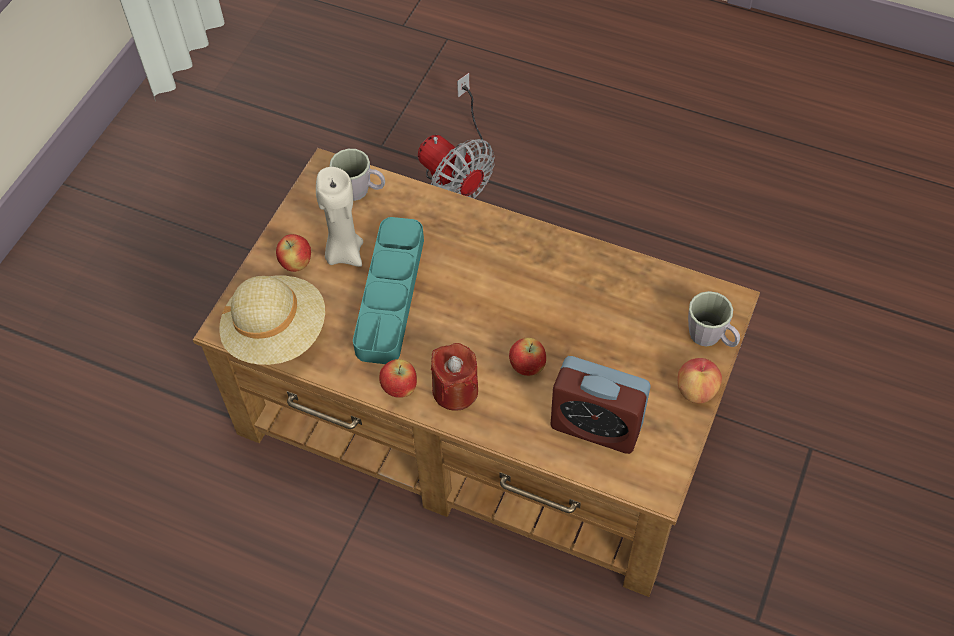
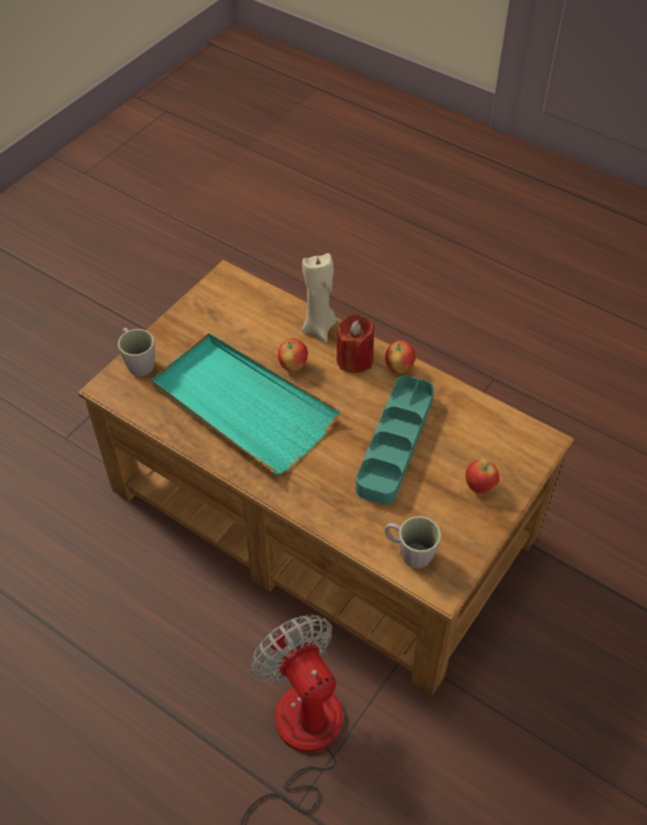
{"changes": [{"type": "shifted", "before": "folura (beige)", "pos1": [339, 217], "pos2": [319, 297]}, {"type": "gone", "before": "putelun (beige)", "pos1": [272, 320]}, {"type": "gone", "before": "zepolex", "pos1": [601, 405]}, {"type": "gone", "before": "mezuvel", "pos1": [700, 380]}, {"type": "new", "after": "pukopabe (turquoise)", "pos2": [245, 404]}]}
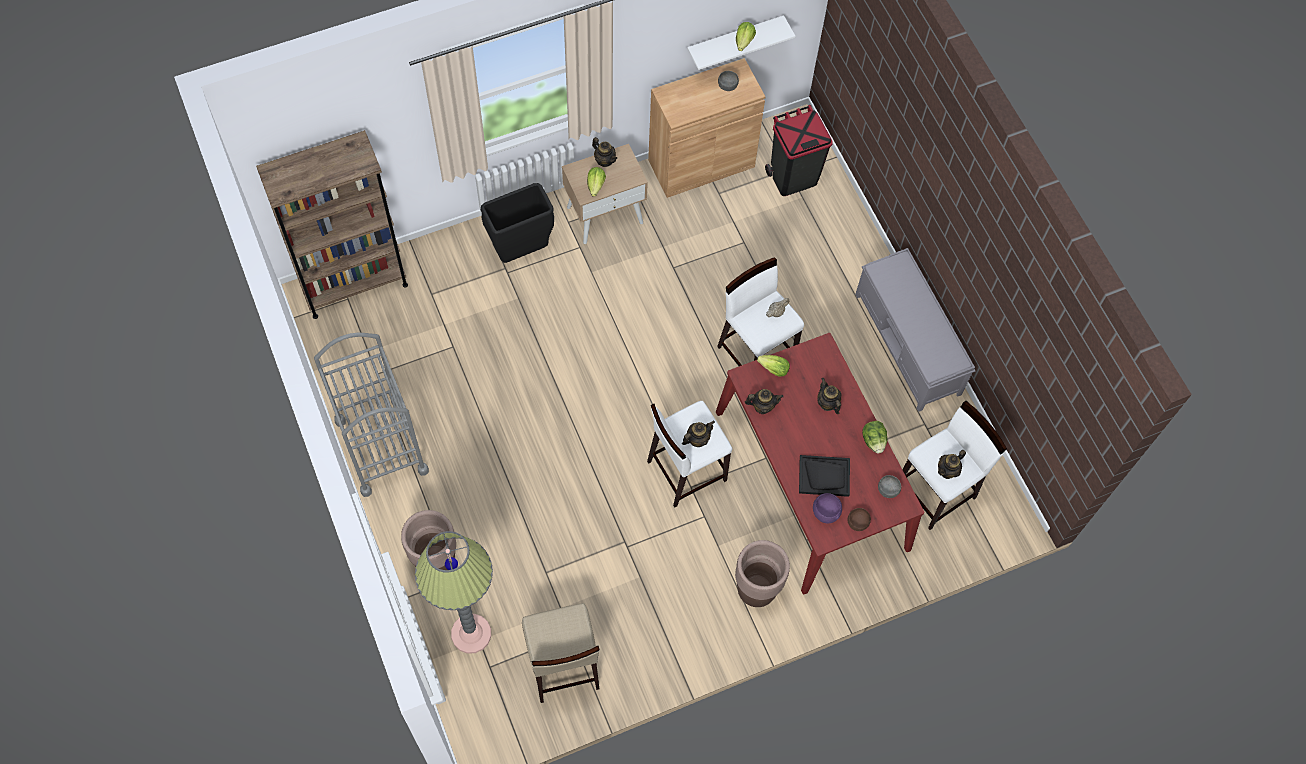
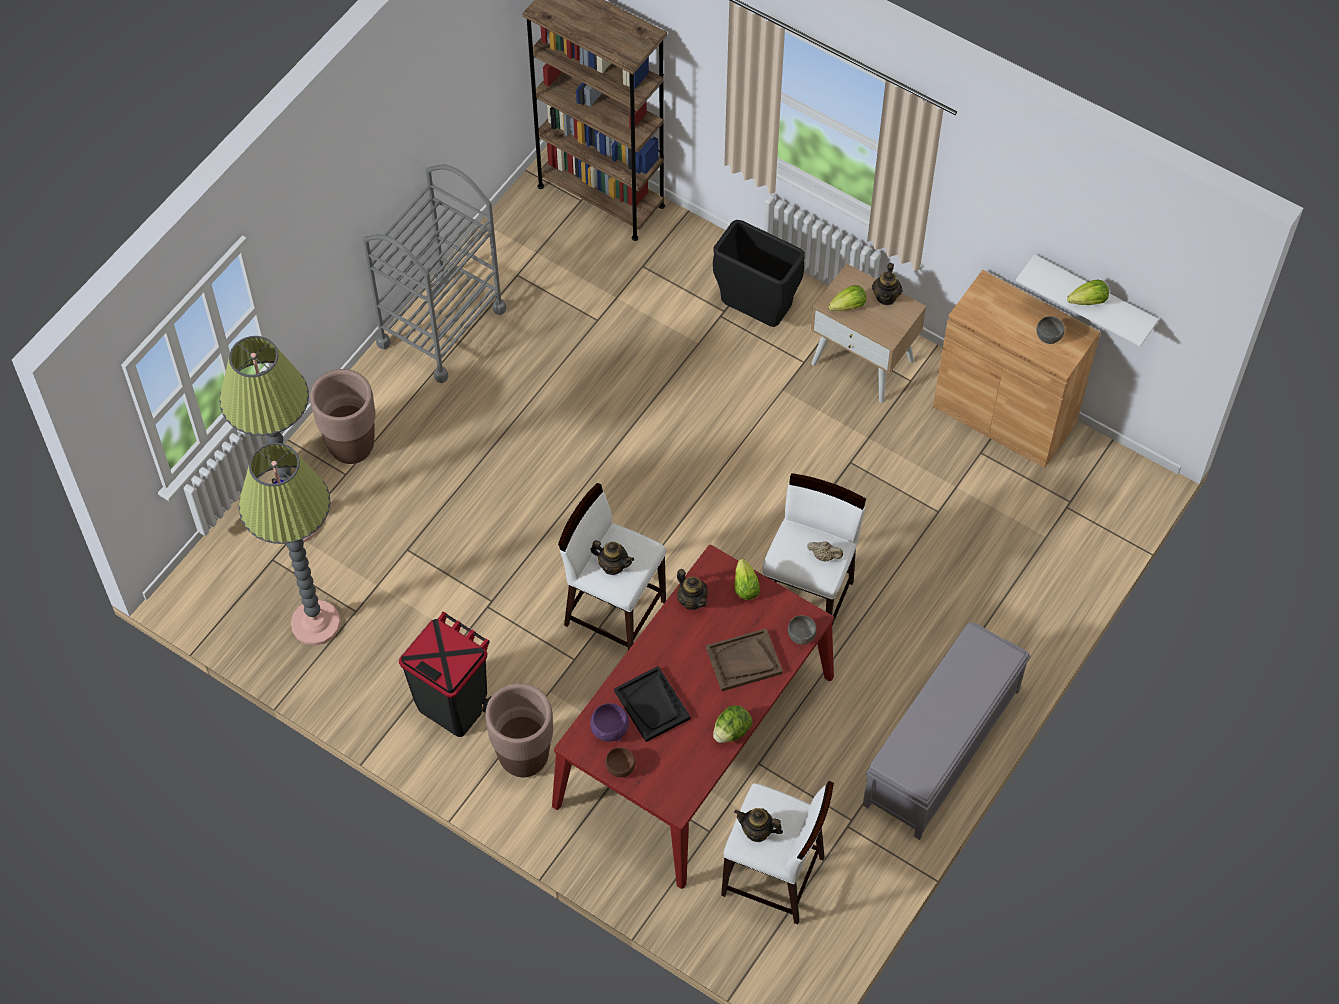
{"changes": [{"type": "shifted", "before": "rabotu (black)", "pos1": [799, 150], "pos2": [445, 674]}, {"type": "swapped", "before": "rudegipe", "after": "pukopabe (brown)", "pos1": [829, 396], "pos2": [744, 659]}, {"type": "shifted", "before": "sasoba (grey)", "pos1": [889, 486], "pos2": [802, 630]}, {"type": "swapped", "before": "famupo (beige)", "after": "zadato", "pos1": [561, 653], "pos2": [290, 544]}]}
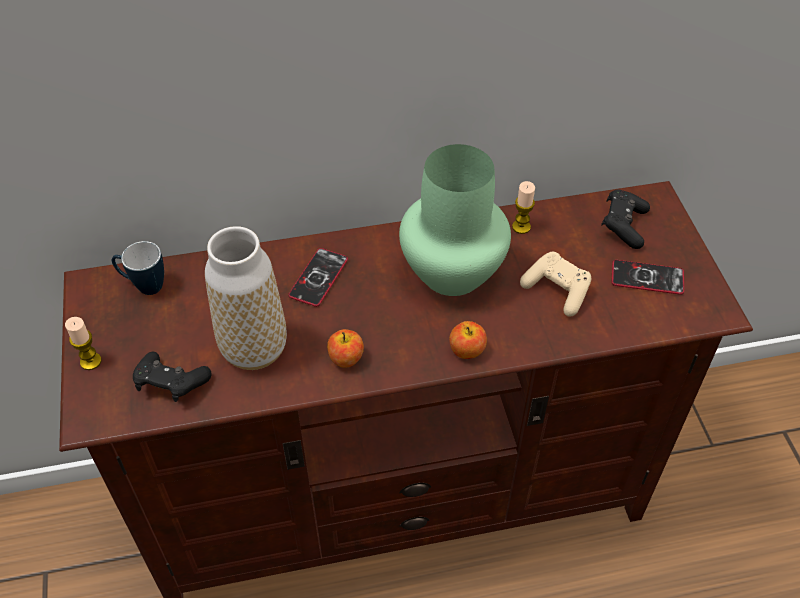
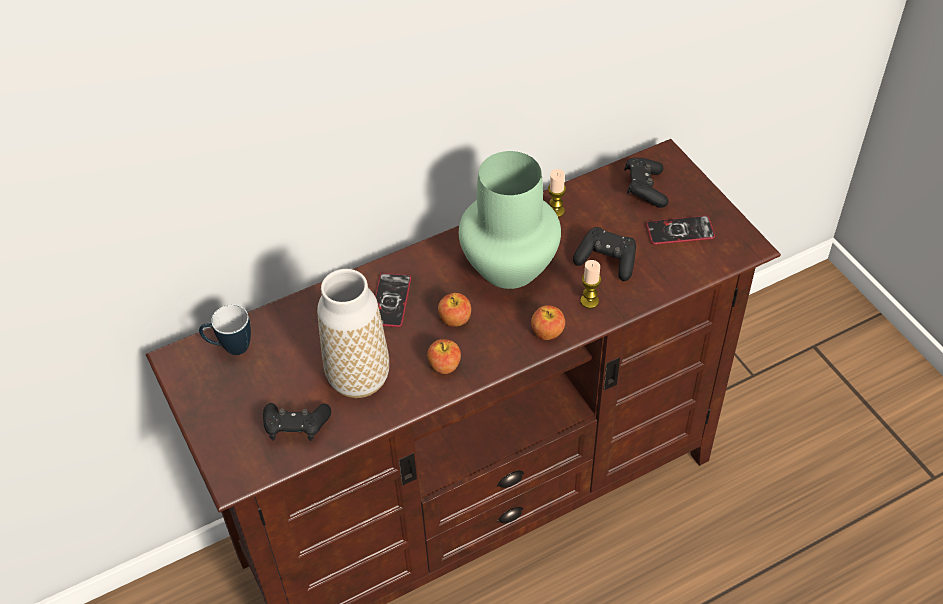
{"changes": [{"type": "repainted", "before": "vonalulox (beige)", "after": "vonalulox (black)", "pos1": [555, 284], "pos2": [604, 254]}, {"type": "shifted", "before": "folura", "pos1": [83, 343], "pos2": [590, 284]}, {"type": "new", "after": "mezuvel", "pos2": [454, 310]}]}
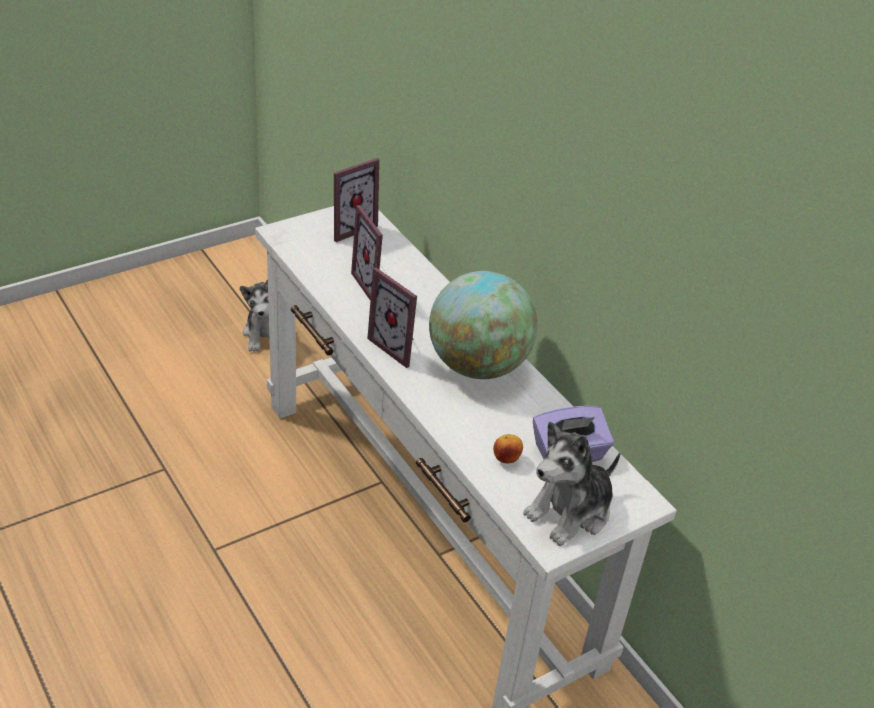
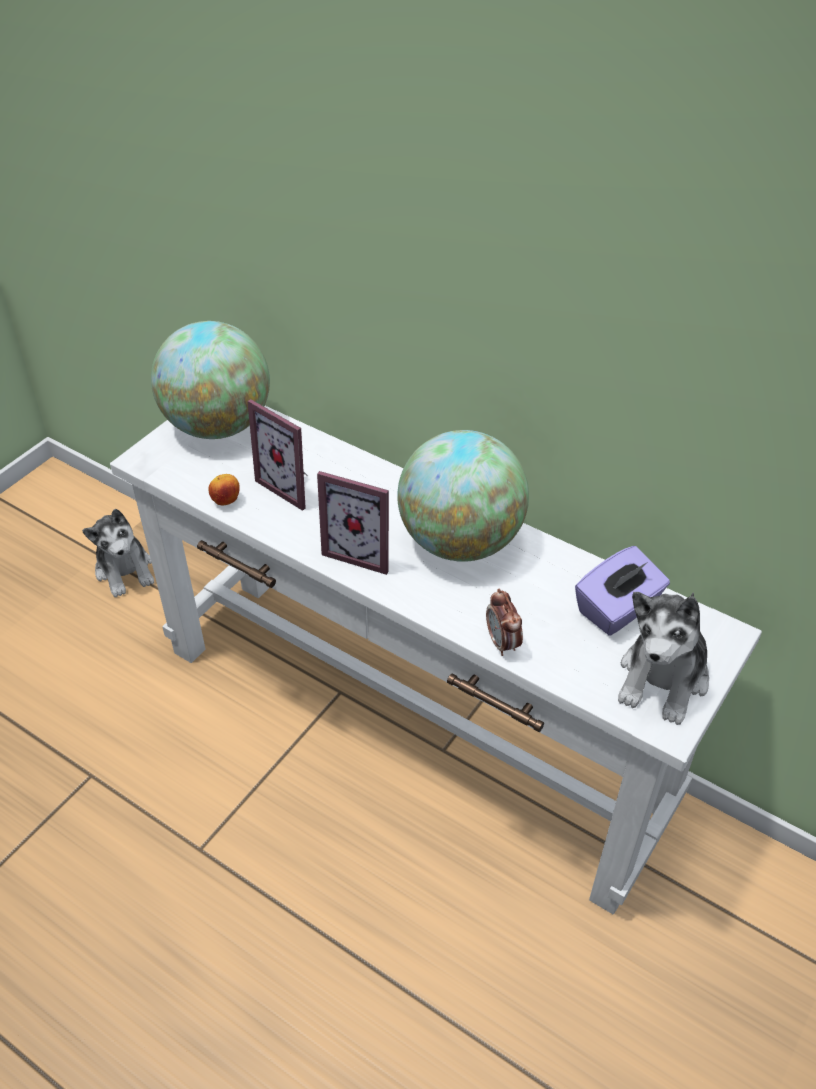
{"changes": [{"type": "swapped", "before": "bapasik", "after": "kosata", "pos1": [357, 200], "pos2": [210, 380]}, {"type": "shifted", "before": "mezuvel", "pos1": [508, 448], "pos2": [224, 489]}, {"type": "new", "after": "zepolex", "pos2": [504, 622]}]}
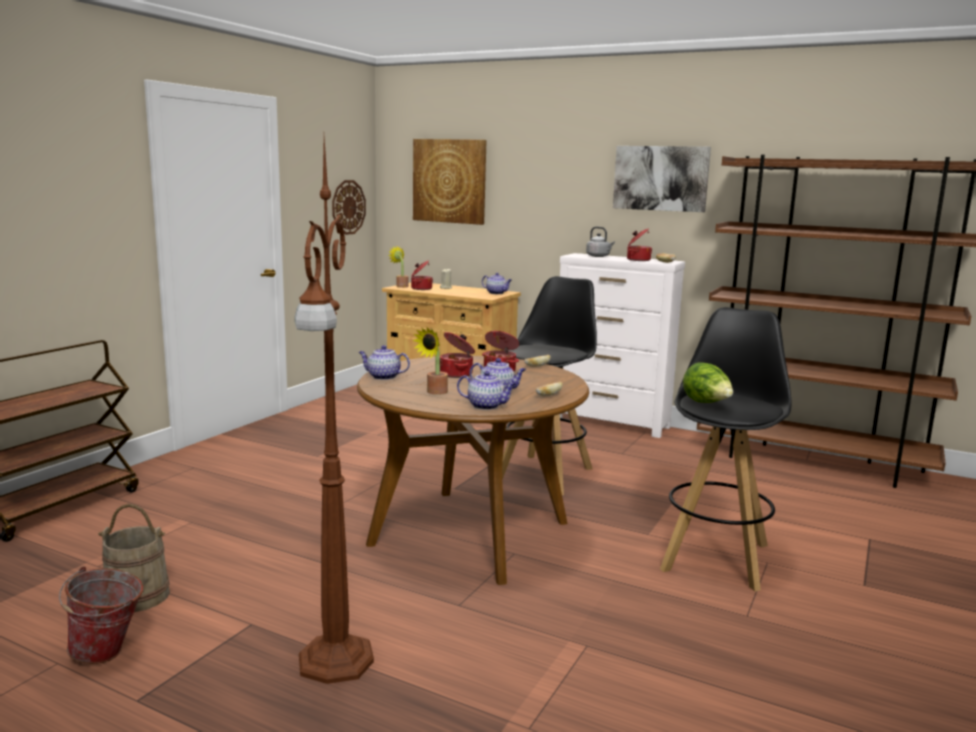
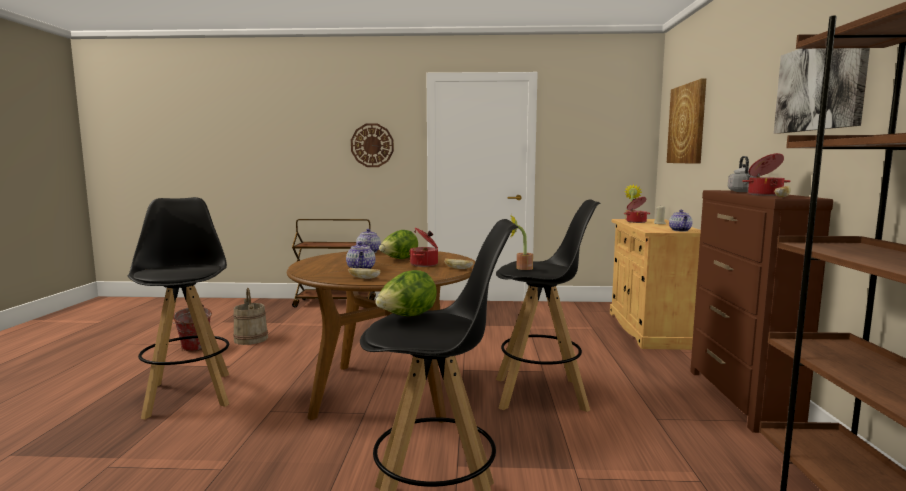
{"changes": [{"type": "swapped", "before": "zadato (brown)", "after": "famupo (black)", "pos1": [334, 411], "pos2": [178, 308]}, {"type": "shifted", "before": "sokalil", "pos1": [349, 207], "pos2": [372, 145]}, {"type": "repainted", "before": "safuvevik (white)", "after": "safuvevik (brown)", "pos1": [622, 345], "pos2": [761, 311]}, {"type": "shifted", "before": "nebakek", "pos1": [430, 361], "pos2": [521, 243]}, {"type": "swapped", "before": "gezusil", "after": "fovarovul", "pos1": [457, 355], "pos2": [398, 244]}, {"type": "gone", "before": "rudegipe", "pos1": [487, 390]}]}
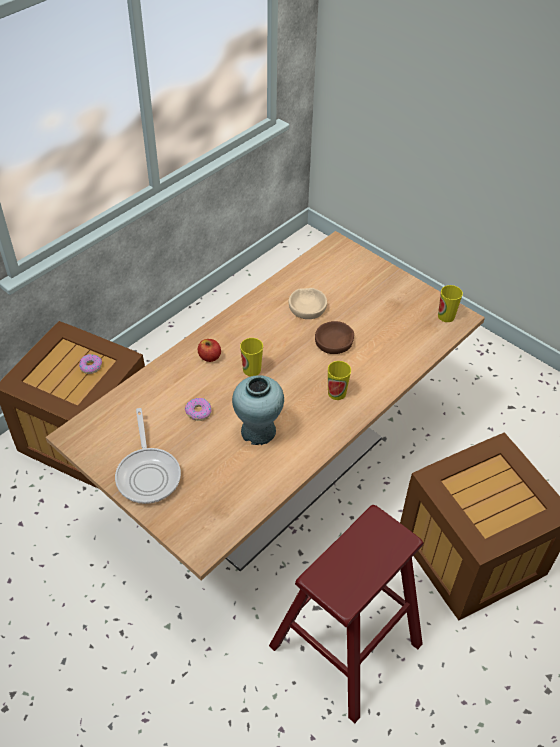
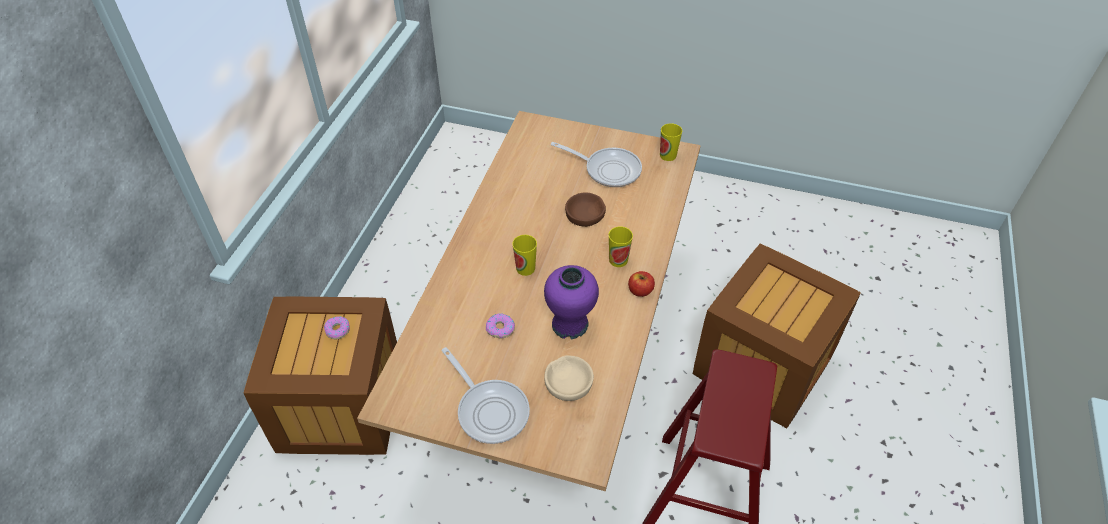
{"changes": [{"type": "shifted", "before": "sasoba (beige)", "pos1": [308, 303], "pos2": [569, 378]}, {"type": "shifted", "before": "mezuvel", "pos1": [209, 350], "pos2": [641, 284]}, {"type": "repainted", "before": "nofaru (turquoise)", "after": "nofaru (purple)", "pos1": [258, 410], "pos2": [571, 302]}, {"type": "new", "after": "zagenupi", "pos2": [596, 164]}]}
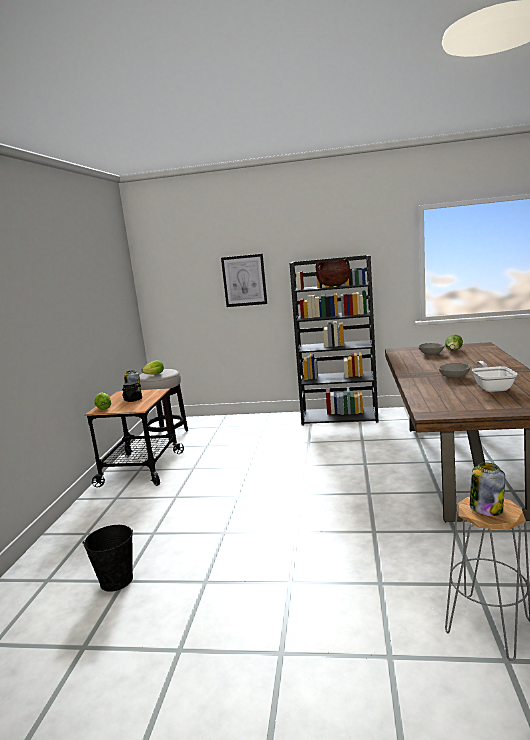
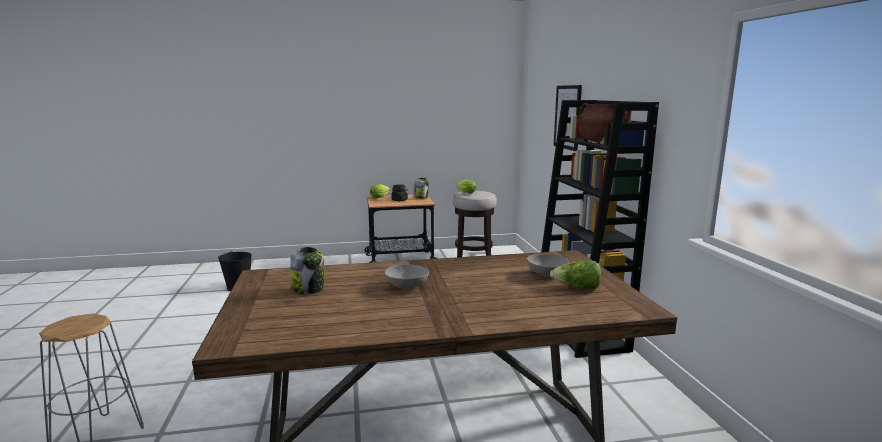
{"changes": [{"type": "gone", "before": "zagenupi", "pos1": [494, 376]}, {"type": "shifted", "before": "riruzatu", "pos1": [487, 489], "pos2": [307, 270]}]}
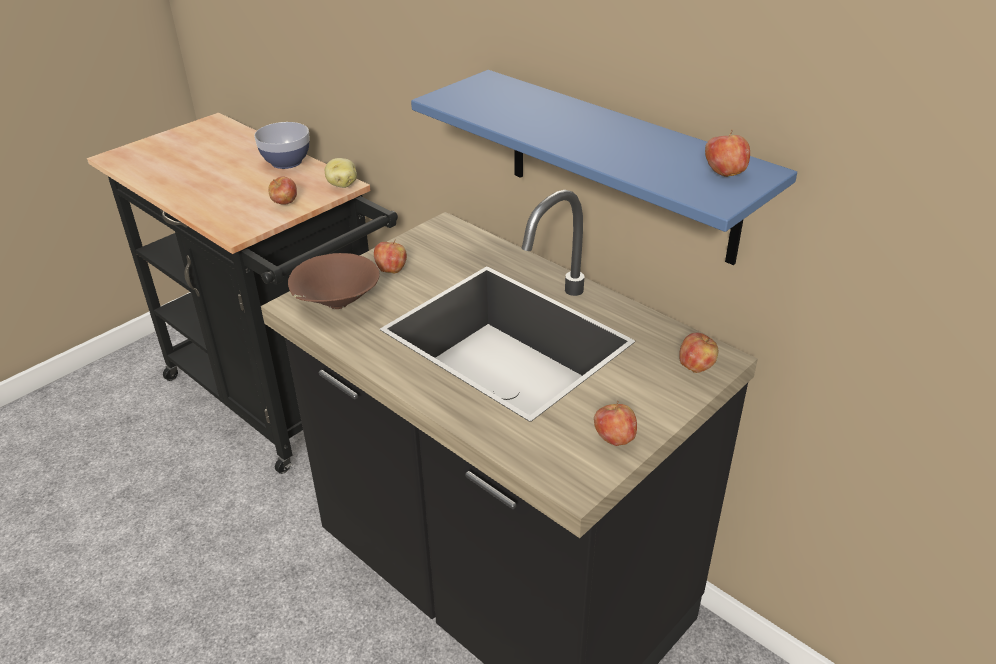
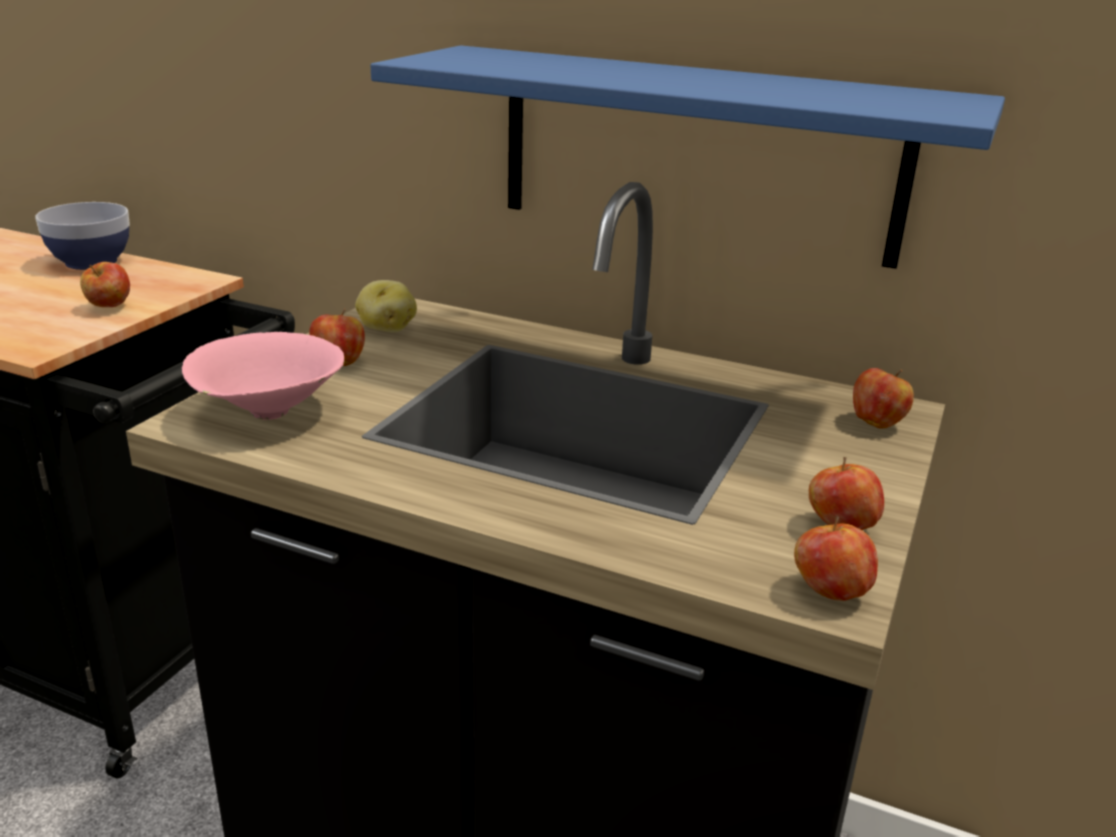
{"changes": [{"type": "shifted", "before": "mezuvel", "pos1": [727, 153], "pos2": [836, 558]}, {"type": "shifted", "before": "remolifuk", "pos1": [341, 173], "pos2": [386, 306]}, {"type": "repainted", "before": "sasoba (brown)", "after": "sasoba (pink)", "pos1": [334, 281], "pos2": [263, 376]}]}
